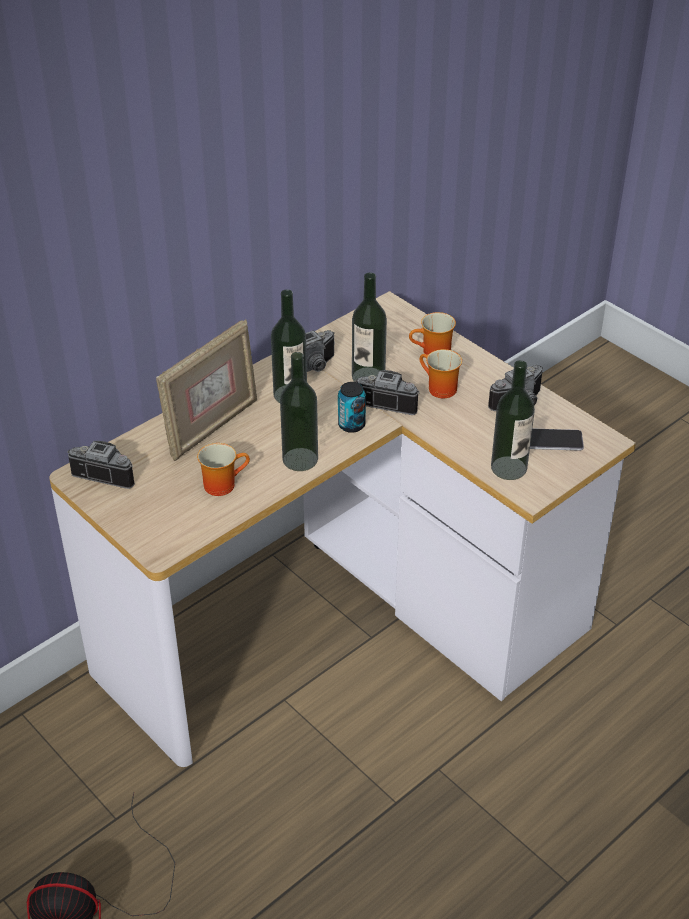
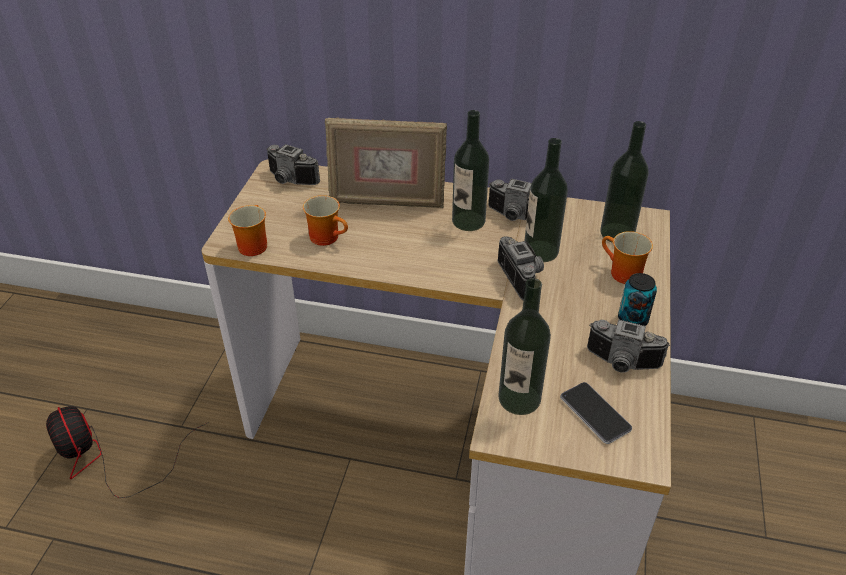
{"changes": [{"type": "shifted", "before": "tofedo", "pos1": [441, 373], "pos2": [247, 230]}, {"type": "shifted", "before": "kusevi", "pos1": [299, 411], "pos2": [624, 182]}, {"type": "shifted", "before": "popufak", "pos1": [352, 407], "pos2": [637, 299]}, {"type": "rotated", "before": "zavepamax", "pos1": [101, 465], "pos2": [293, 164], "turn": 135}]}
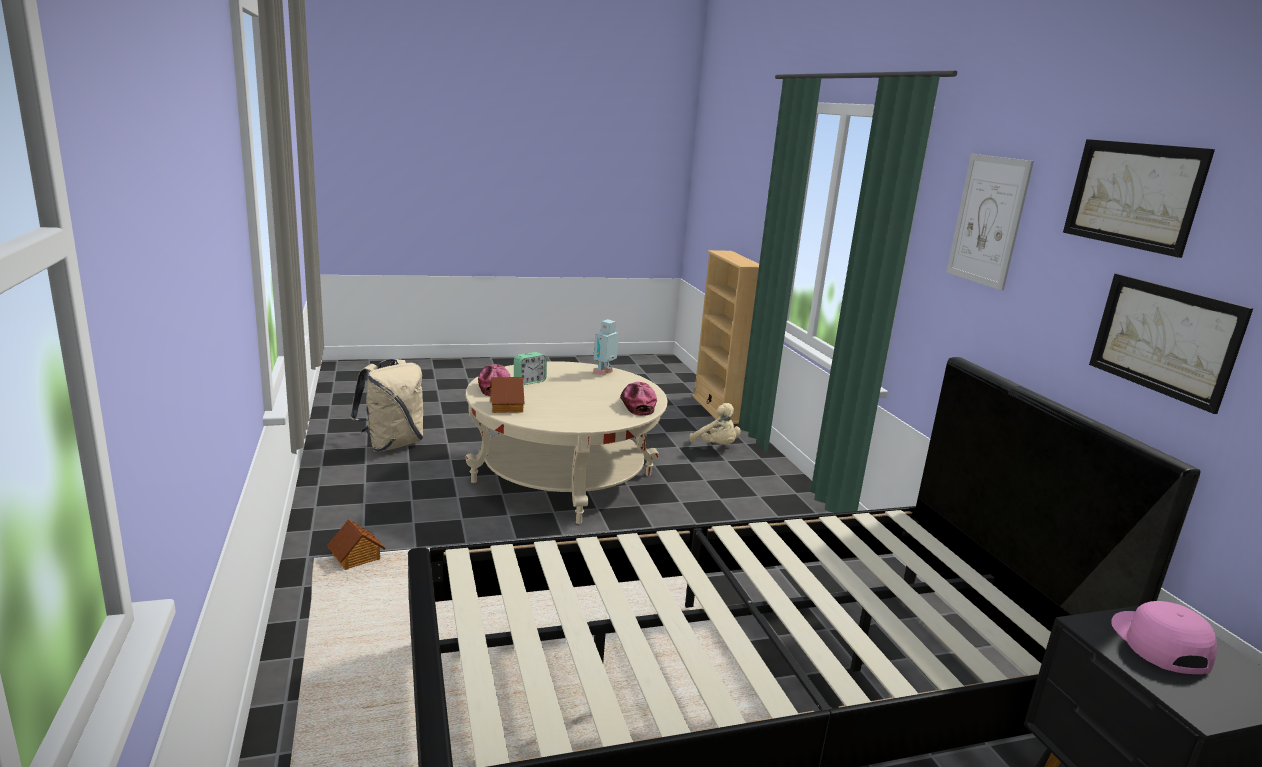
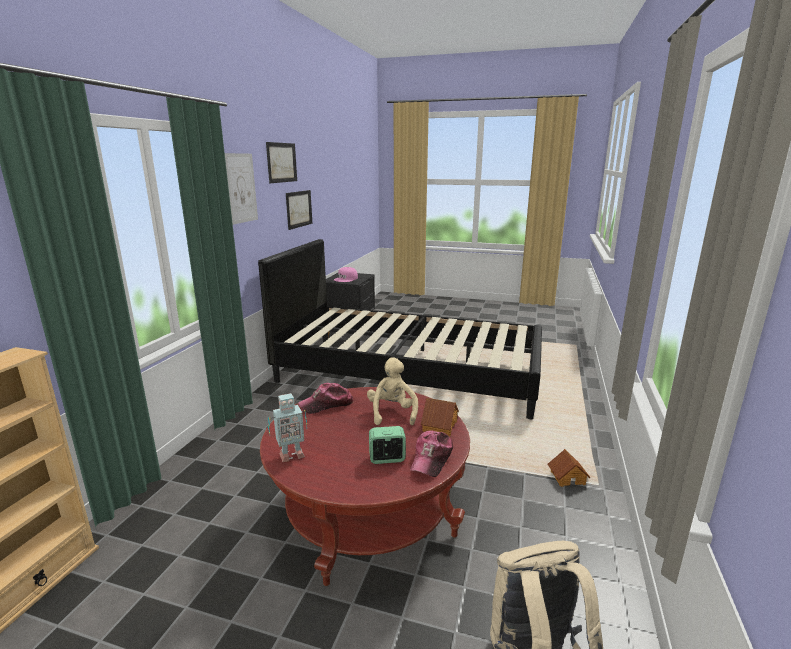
{"changes": [{"type": "repainted", "before": "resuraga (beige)", "after": "resuraga (red)", "pos1": [566, 442], "pos2": [365, 486]}, {"type": "rotated", "before": "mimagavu", "pos1": [638, 399], "pos2": [326, 398], "turn": 45}, {"type": "shifted", "before": "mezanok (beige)", "pos1": [715, 424], "pos2": [392, 391]}]}
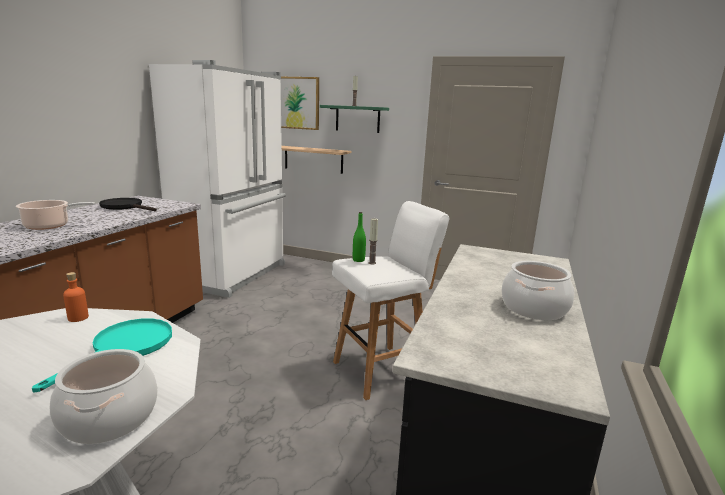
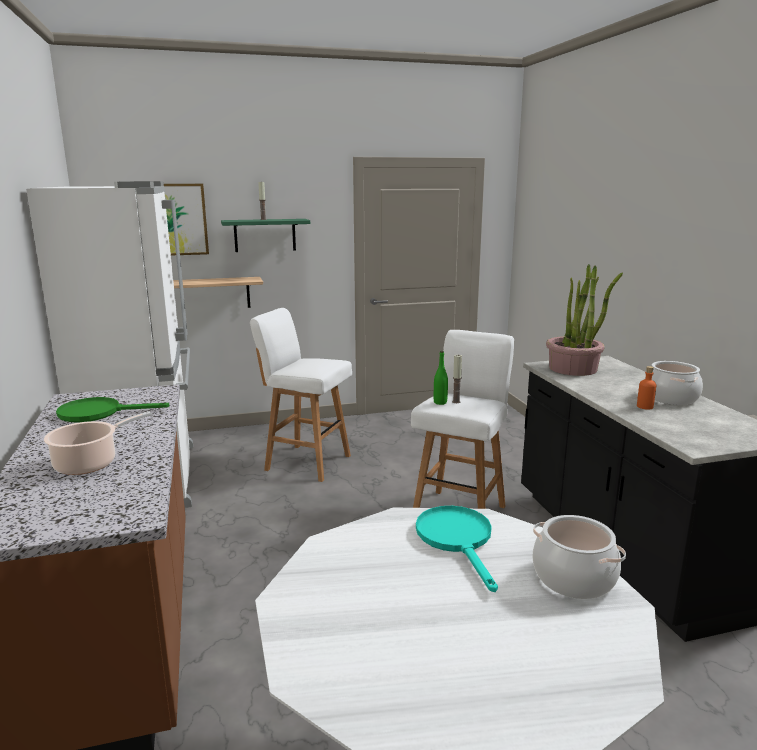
{"changes": [{"type": "repainted", "before": "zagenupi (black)", "after": "zagenupi (green)", "pos1": [128, 204], "pos2": [112, 409]}, {"type": "shifted", "before": "kusevi (orange)", "pos1": [76, 297], "pos2": [646, 388]}, {"type": "new", "after": "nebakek", "pos2": [584, 320]}, {"type": "new", "after": "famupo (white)", "pos2": [301, 395]}]}
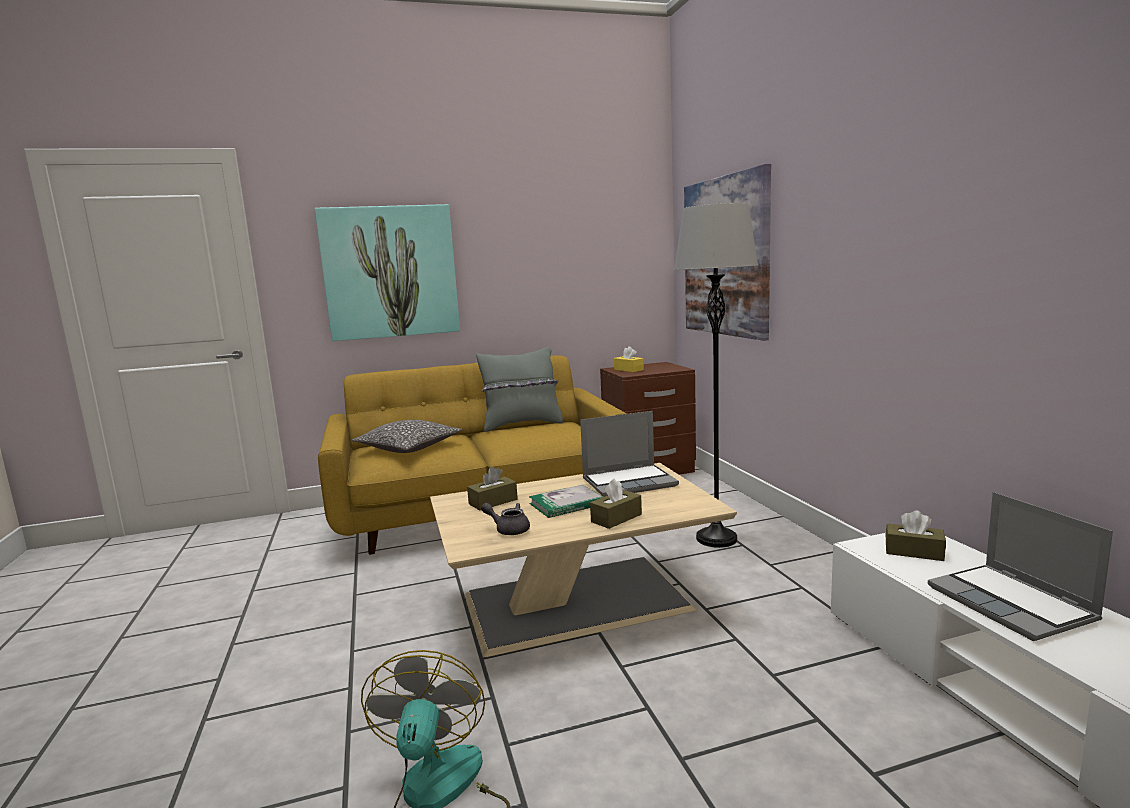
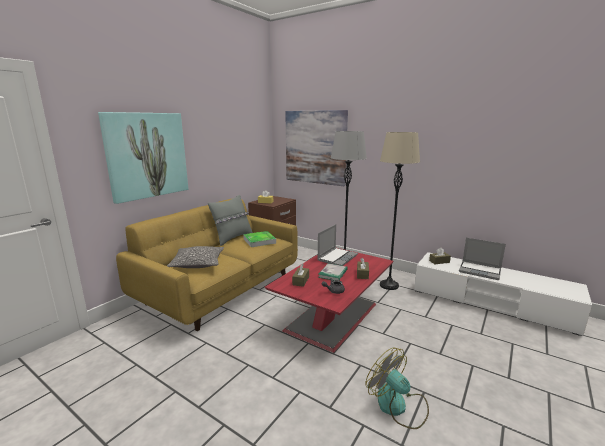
{"changes": [{"type": "repainted", "before": "resuraga (beige)", "after": "resuraga (red)", "pos1": [583, 560], "pos2": [329, 300]}, {"type": "new", "after": "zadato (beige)", "pos2": [400, 211]}, {"type": "new", "after": "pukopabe", "pos2": [259, 239]}]}
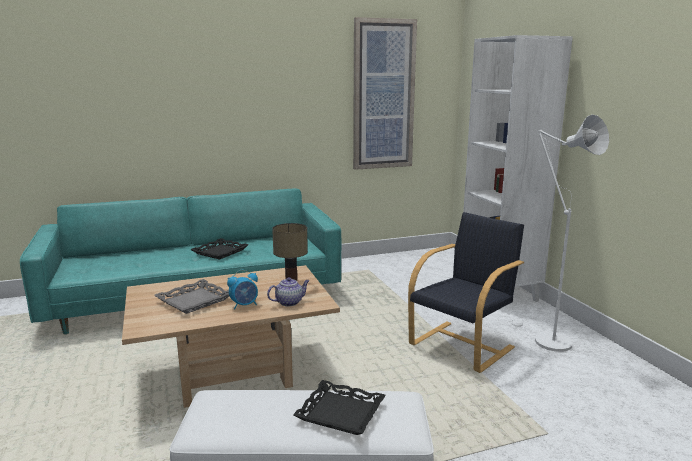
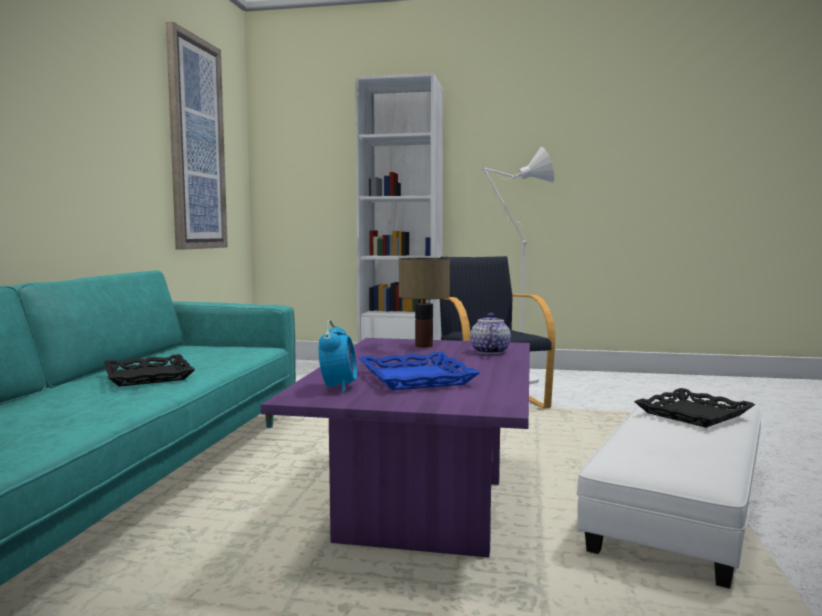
{"changes": [{"type": "repainted", "before": "resuraga (beige)", "after": "resuraga (purple)", "pos1": [231, 336], "pos2": [395, 448]}, {"type": "shifted", "before": "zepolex", "pos1": [242, 289], "pos2": [337, 356]}, {"type": "repainted", "before": "pukopabe (grey)", "after": "pukopabe (blue)", "pos1": [191, 296], "pos2": [419, 371]}]}
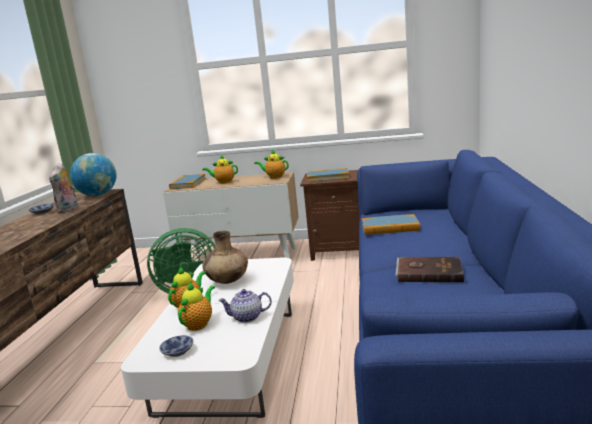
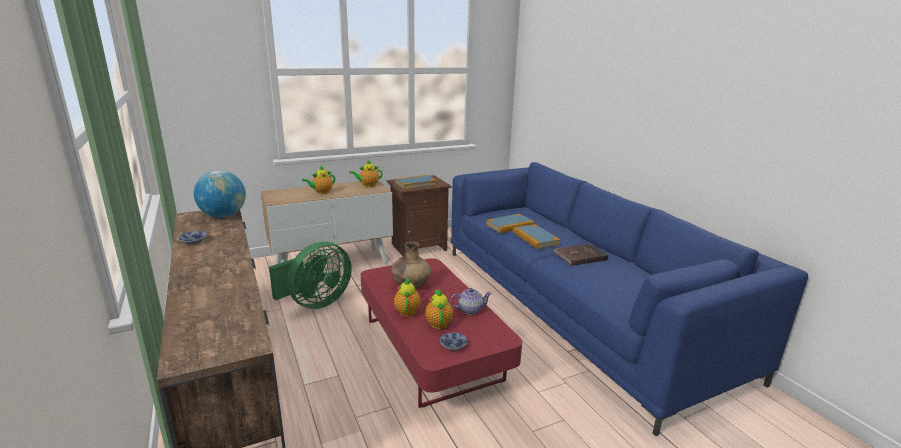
{"changes": [{"type": "gone", "before": "mezanok", "pos1": [63, 188]}, {"type": "shifted", "before": "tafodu", "pos1": [187, 181], "pos2": [536, 236]}, {"type": "repainted", "before": "resuraga (white)", "after": "resuraga (red)", "pos1": [207, 338], "pos2": [441, 333]}, {"type": "rotated", "before": "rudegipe", "pos1": [245, 306], "pos2": [471, 301], "turn": -150}]}
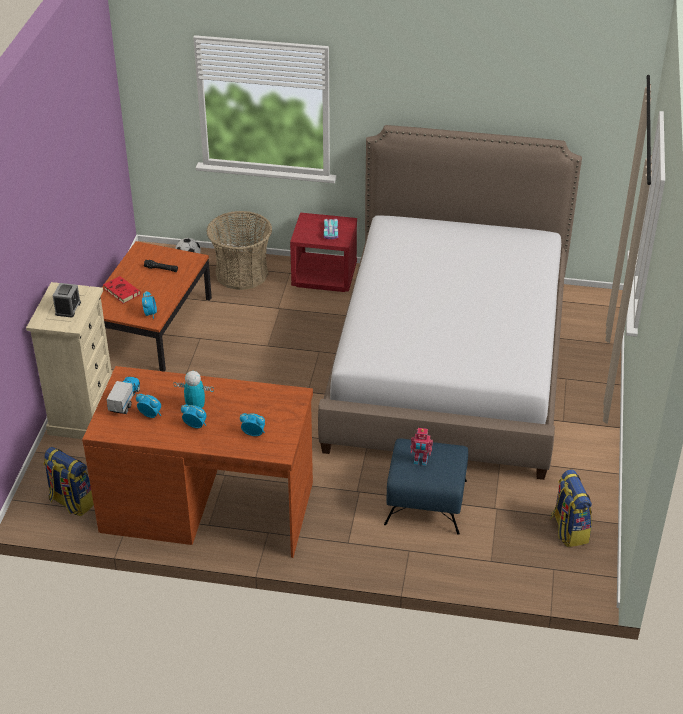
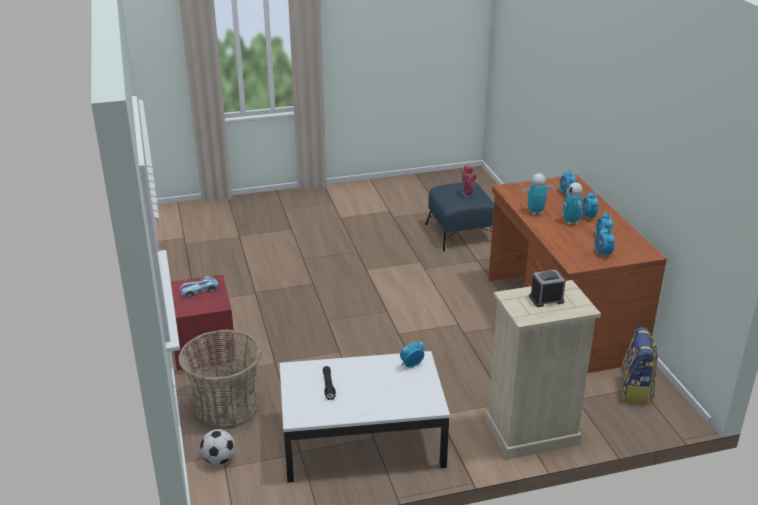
{"changes": [{"type": "gone", "before": "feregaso", "pos1": [450, 302]}, {"type": "repainted", "before": "resuraga (brown)", "after": "resuraga (white)", "pos1": [156, 306], "pos2": [365, 417]}, {"type": "gone", "before": "tafodu (red)", "pos1": [122, 290]}, {"type": "swapped", "before": "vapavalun", "after": "zepolex", "pos1": [123, 395], "pos2": [604, 242]}, {"type": "gone", "before": "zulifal", "pos1": [571, 508]}, {"type": "new", "after": "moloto", "pos2": [538, 194]}]}
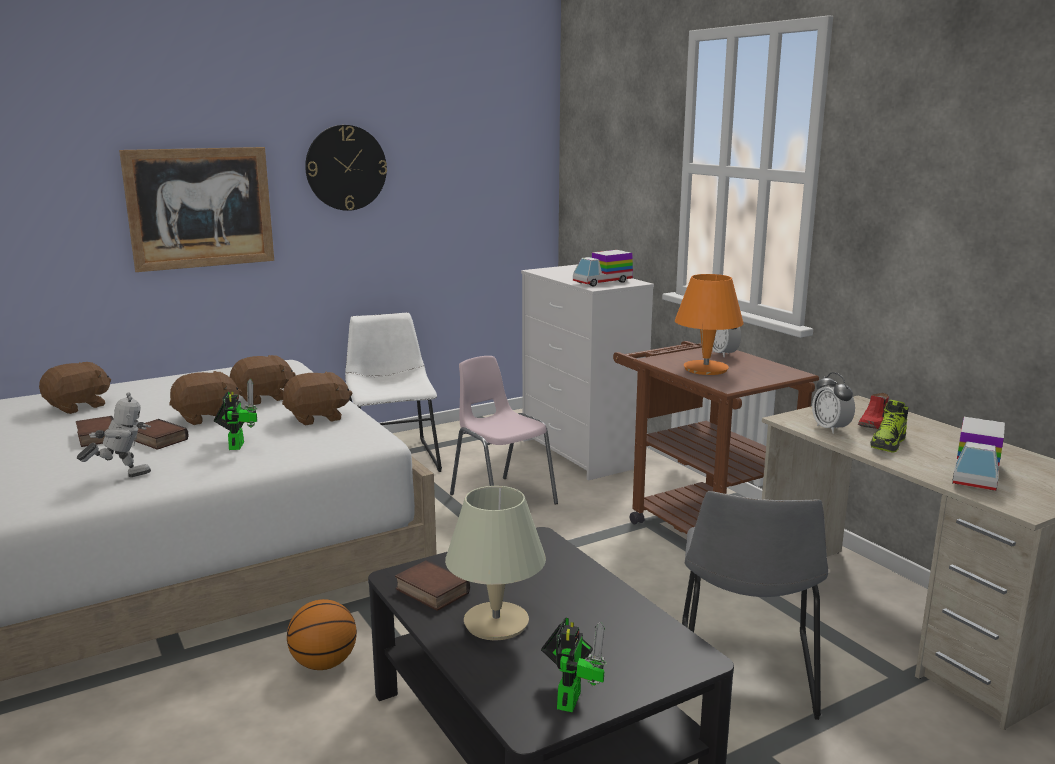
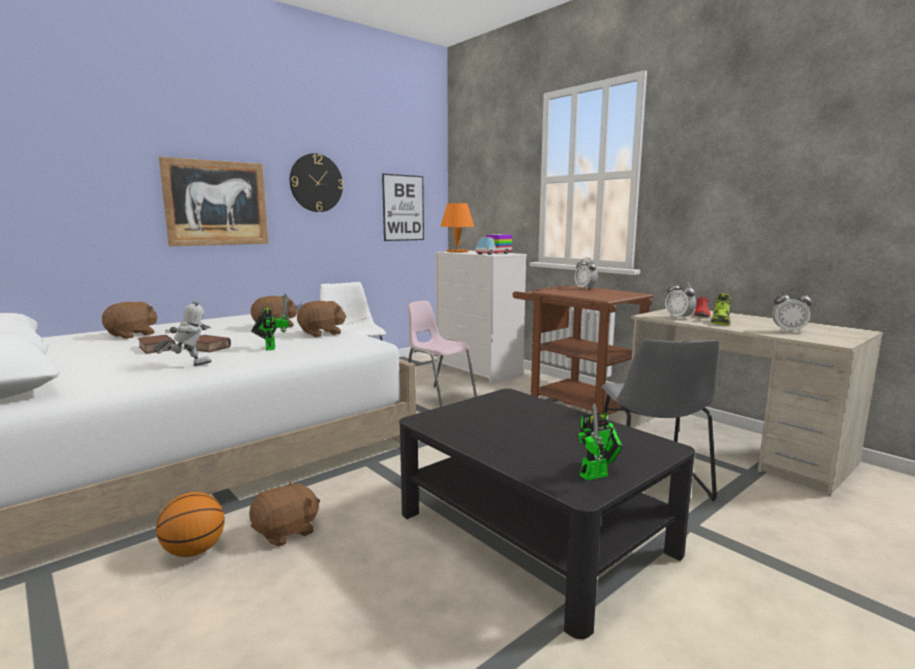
{"changes": [{"type": "shifted", "before": "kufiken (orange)", "pos1": [709, 324], "pos2": [457, 228]}, {"type": "shifted", "before": "mezanok (brown)", "pos1": [205, 398], "pos2": [284, 513]}, {"type": "swapped", "before": "vapavalun", "after": "zepolex", "pos1": [978, 454], "pos2": [792, 311]}, {"type": "gone", "before": "kufiken (beige)", "pos1": [495, 563]}, {"type": "gone", "before": "tafodu", "pos1": [432, 585]}, {"type": "shifted", "before": "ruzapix", "pos1": [322, 634], "pos2": [190, 524]}, {"type": "rotated", "before": "moloto", "pos1": [574, 664], "pos2": [601, 442], "turn": 60}, {"type": "new", "after": "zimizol", "pos2": [403, 207]}]}
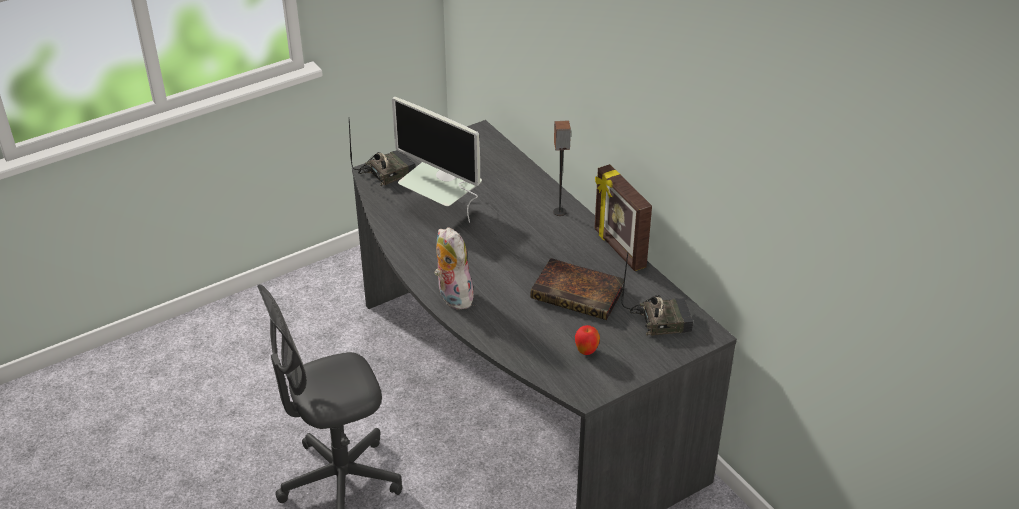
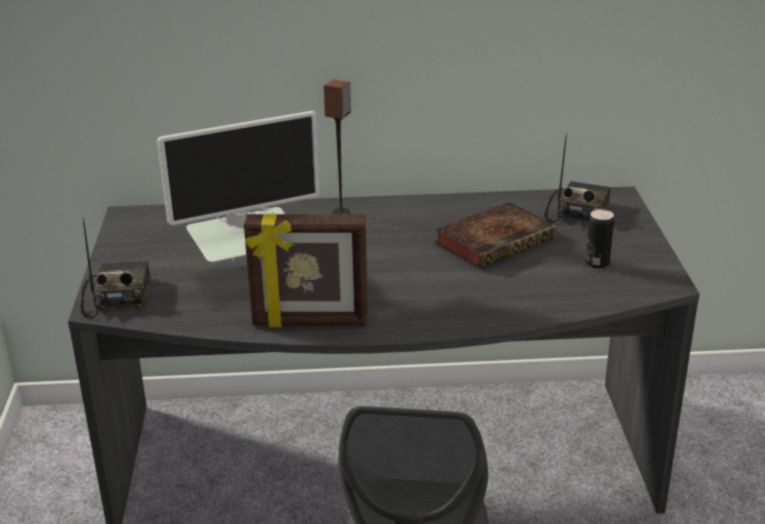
{"changes": [{"type": "shifted", "before": "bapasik", "pos1": [623, 217], "pos2": [306, 270]}, {"type": "gone", "before": "mezanok", "pos1": [454, 268]}, {"type": "swapped", "before": "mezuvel", "after": "popufak", "pos1": [587, 340], "pos2": [599, 239]}]}
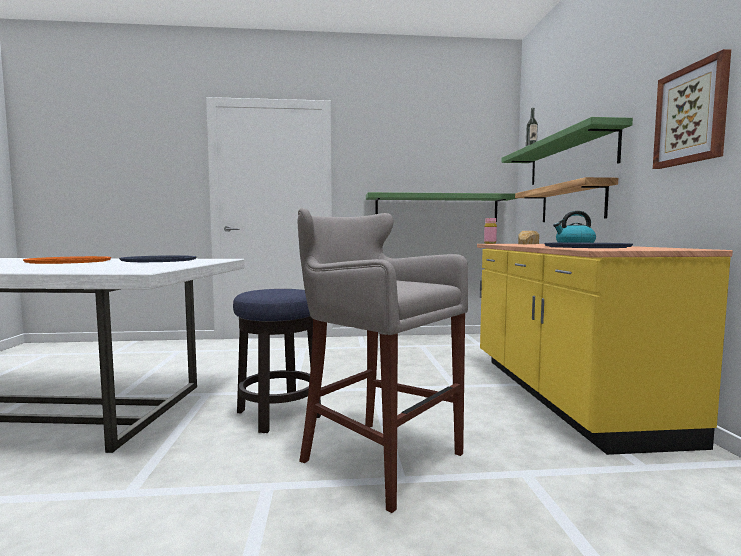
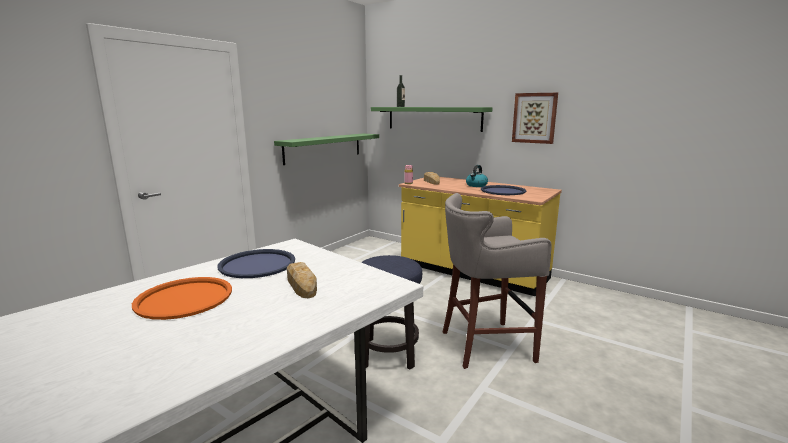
{"changes": [{"type": "gone", "before": "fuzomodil", "pos1": [566, 199]}, {"type": "new", "after": "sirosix", "pos2": [302, 280]}]}
